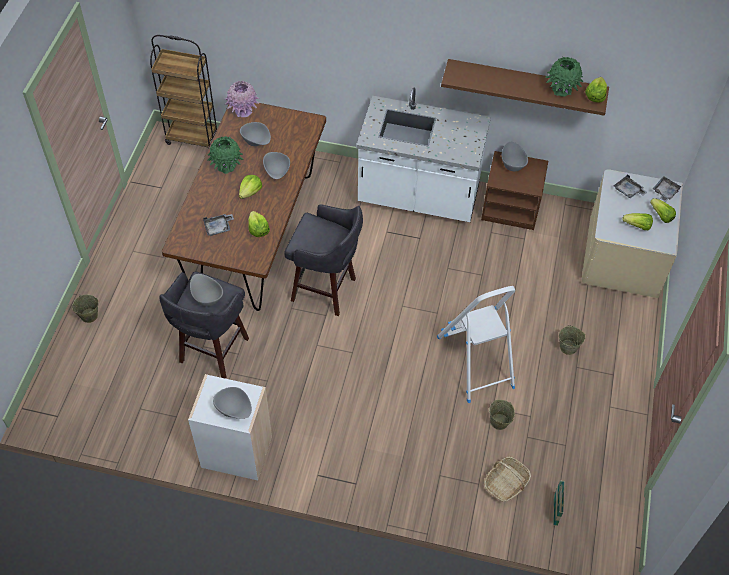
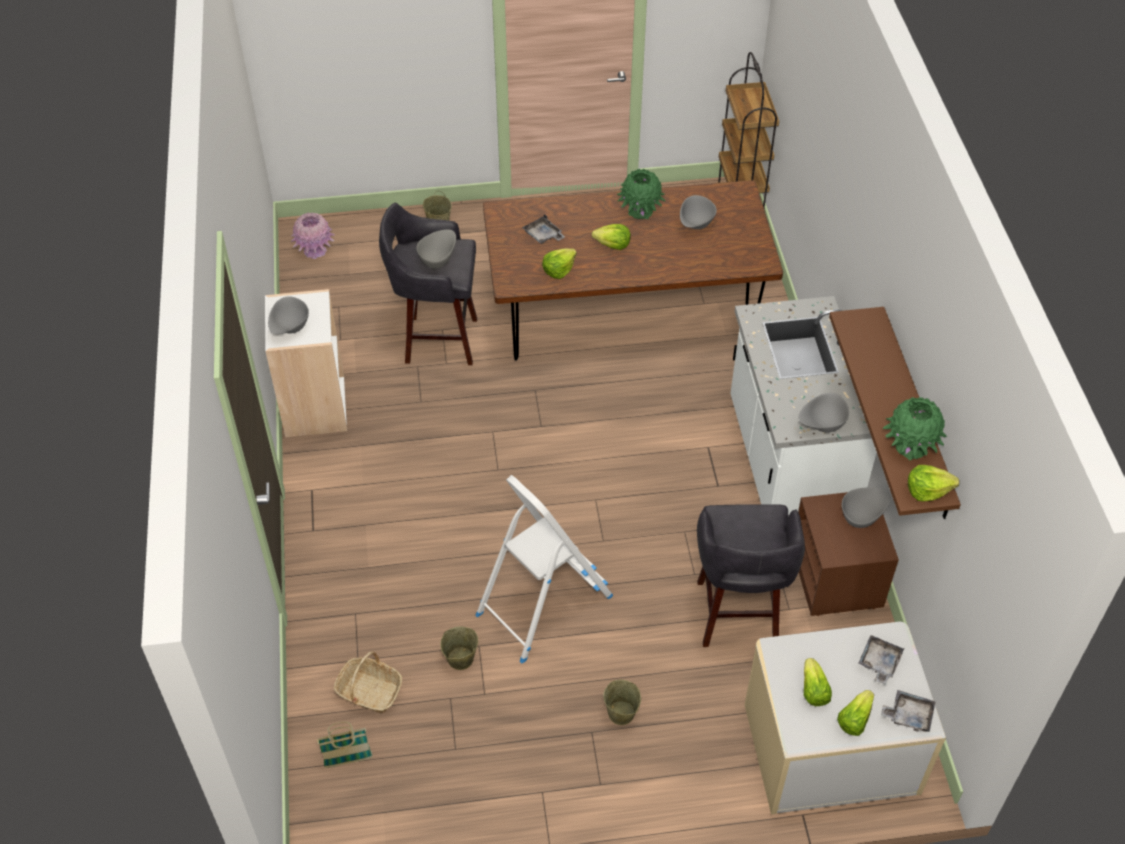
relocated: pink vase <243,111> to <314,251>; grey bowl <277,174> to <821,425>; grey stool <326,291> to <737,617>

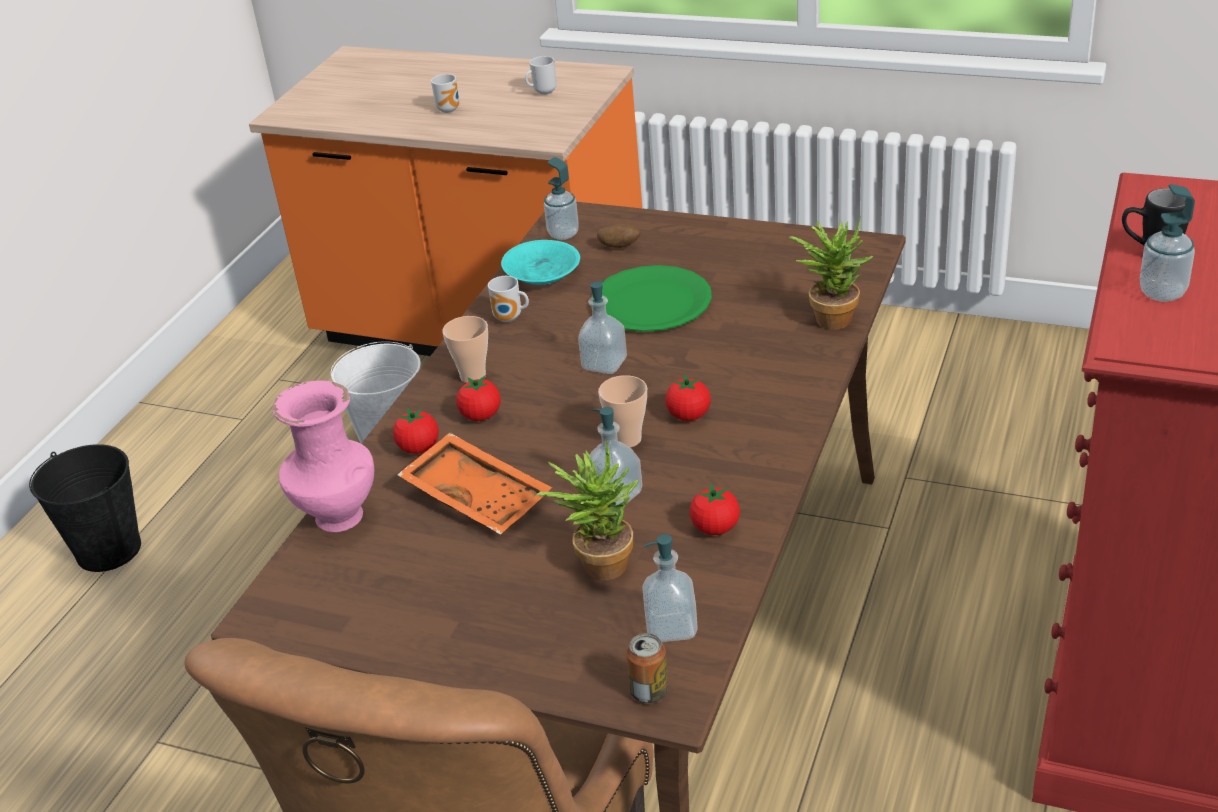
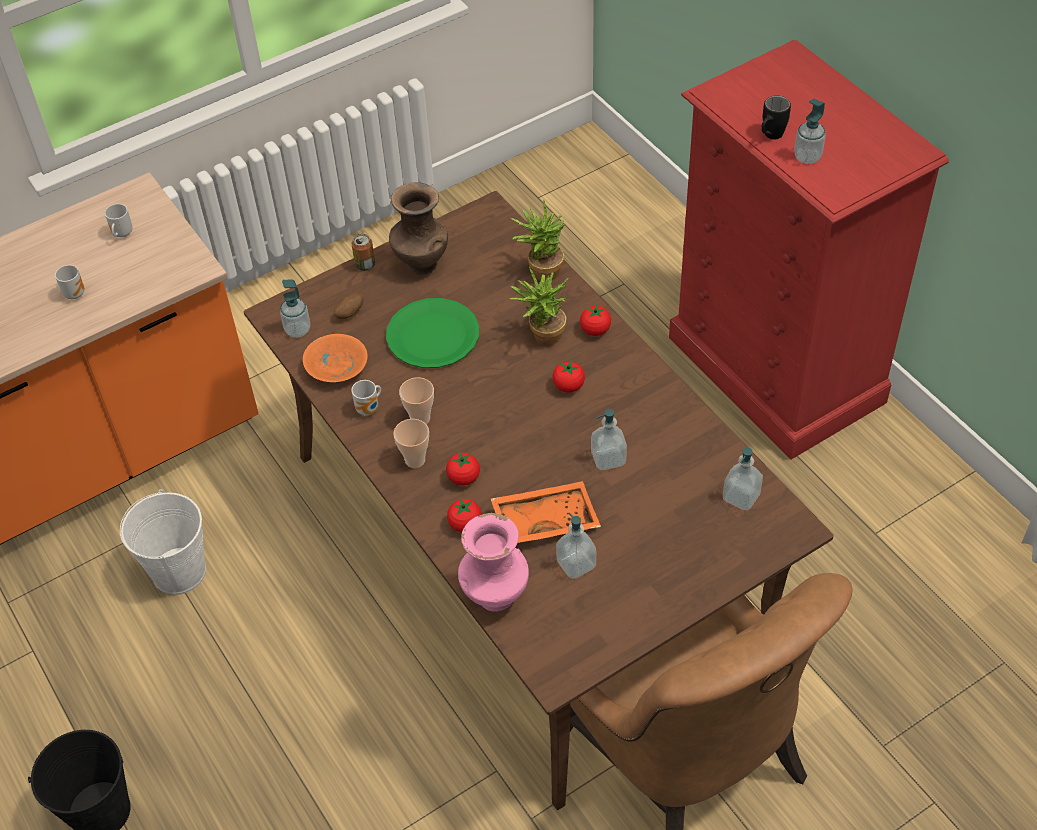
appeared: brown vase <421,264>
relocated: potted plant <598,562> to <542,337>; soap dispenser <604,364> to <576,564>; cup <627,439> to <420,418>; can <649,692> to <365,265>; tomato <715,528> to <595,330>
colour: turquoise bowl <544,274> to orange bowl <336,365>

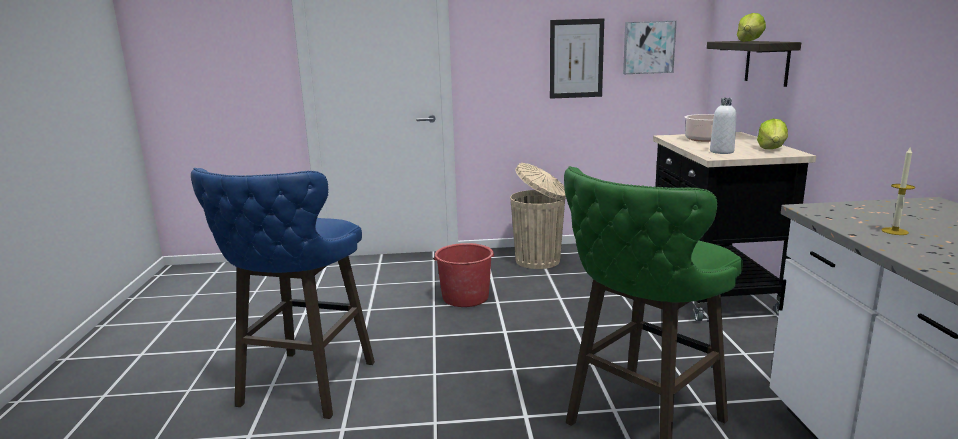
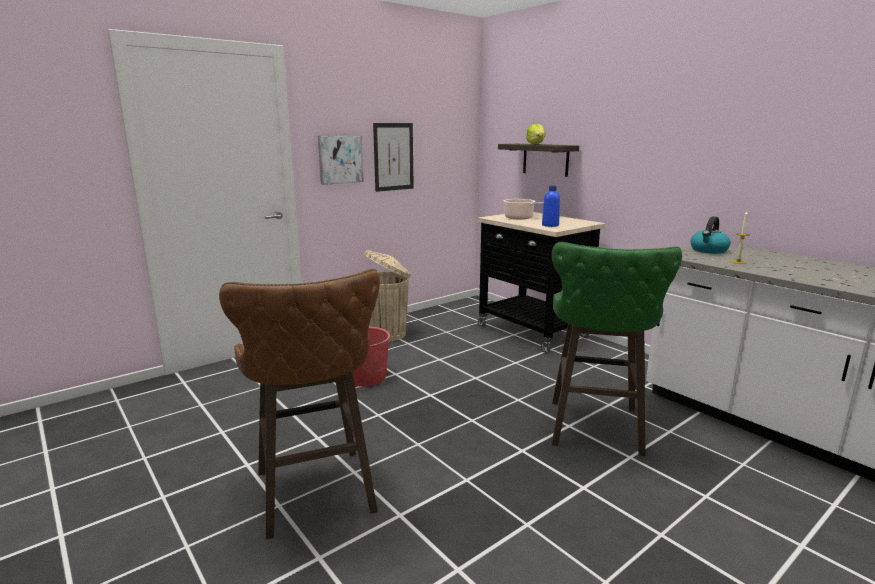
missing: lettuce <771,149>
appeared: kettle <708,250>
relocated: picture <648,47> to <340,159>
colour: blue stool <305,387> to brown stool <316,495>; white bottle <721,152> to blue bottle <550,225>

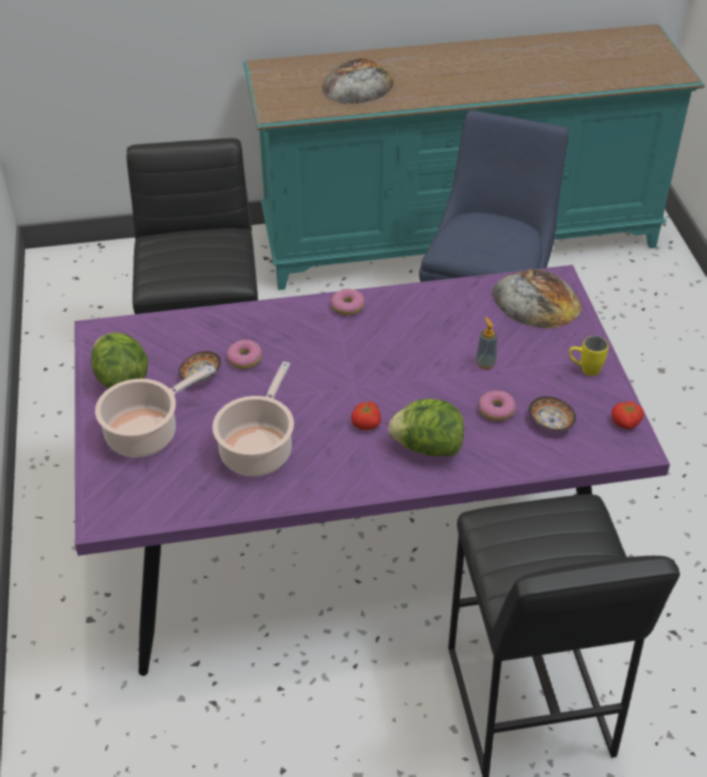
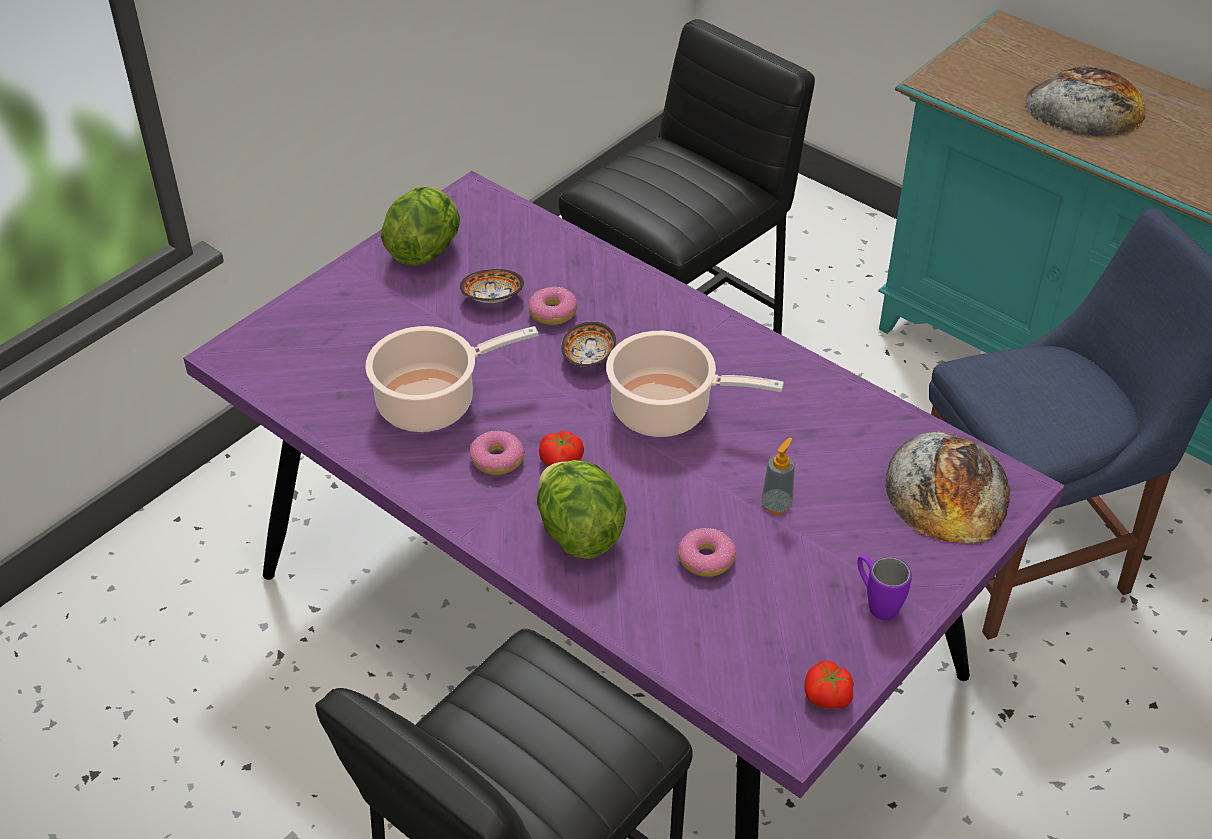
relocated: cooking pot <146,433> to <667,410>; donut <347,307> to <497,460>; bowl <550,422> to <588,357>
colour: yellow mug <584,370> to purple mug <876,603>

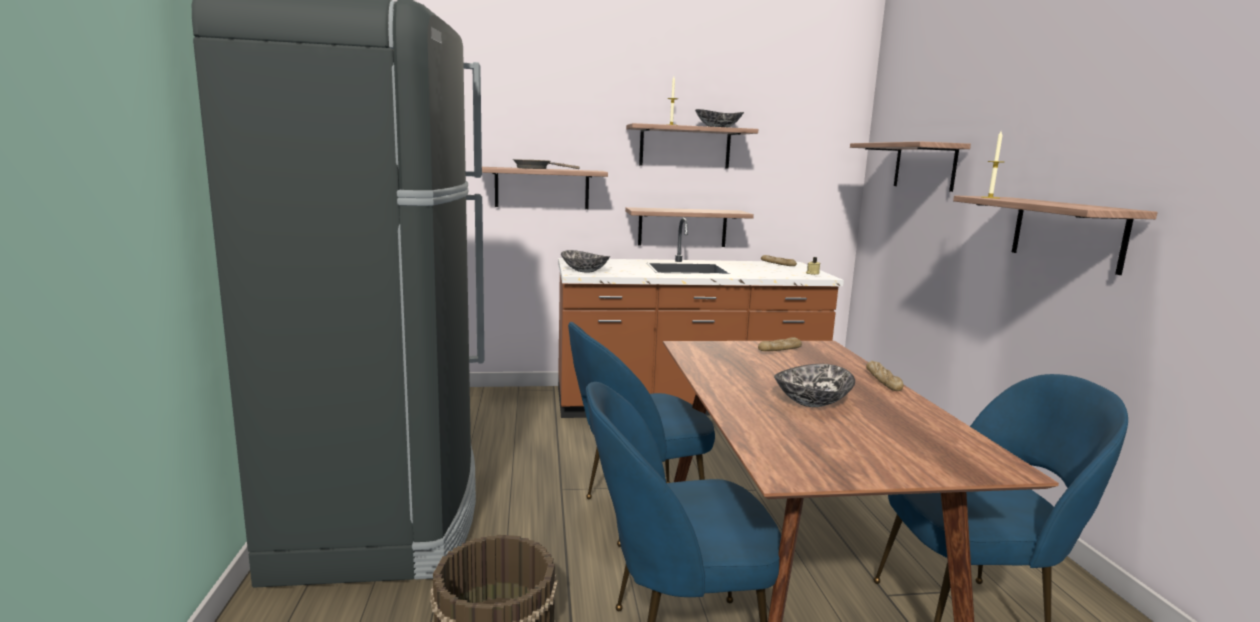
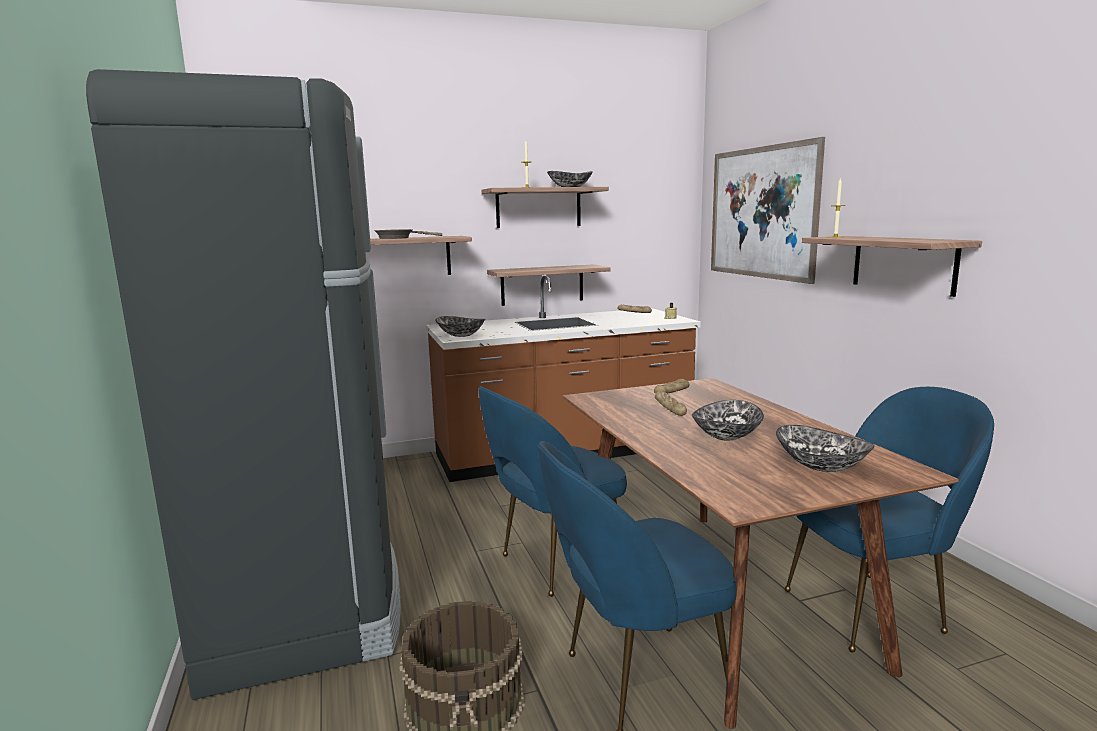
appeared: bowl <820,466>
relocated: bread <883,381> to <670,408>
exchanged: shelf <924,166> to picture <761,212>

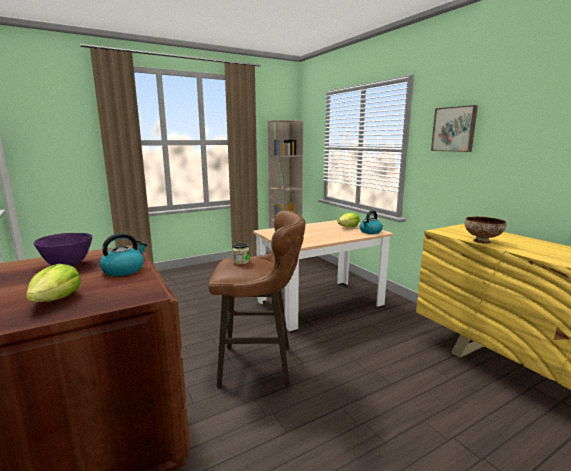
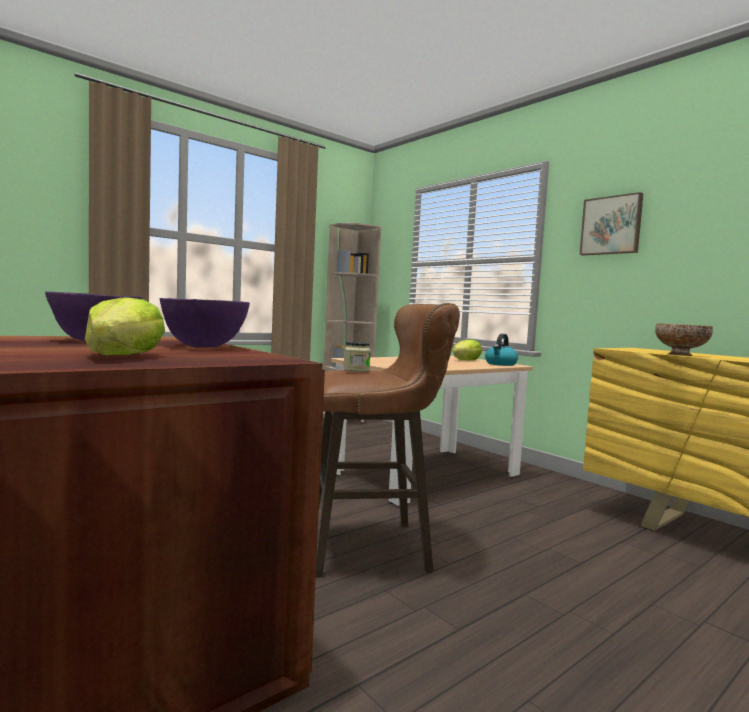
exchanged: kettle <124,270> to purple bowl <203,347>

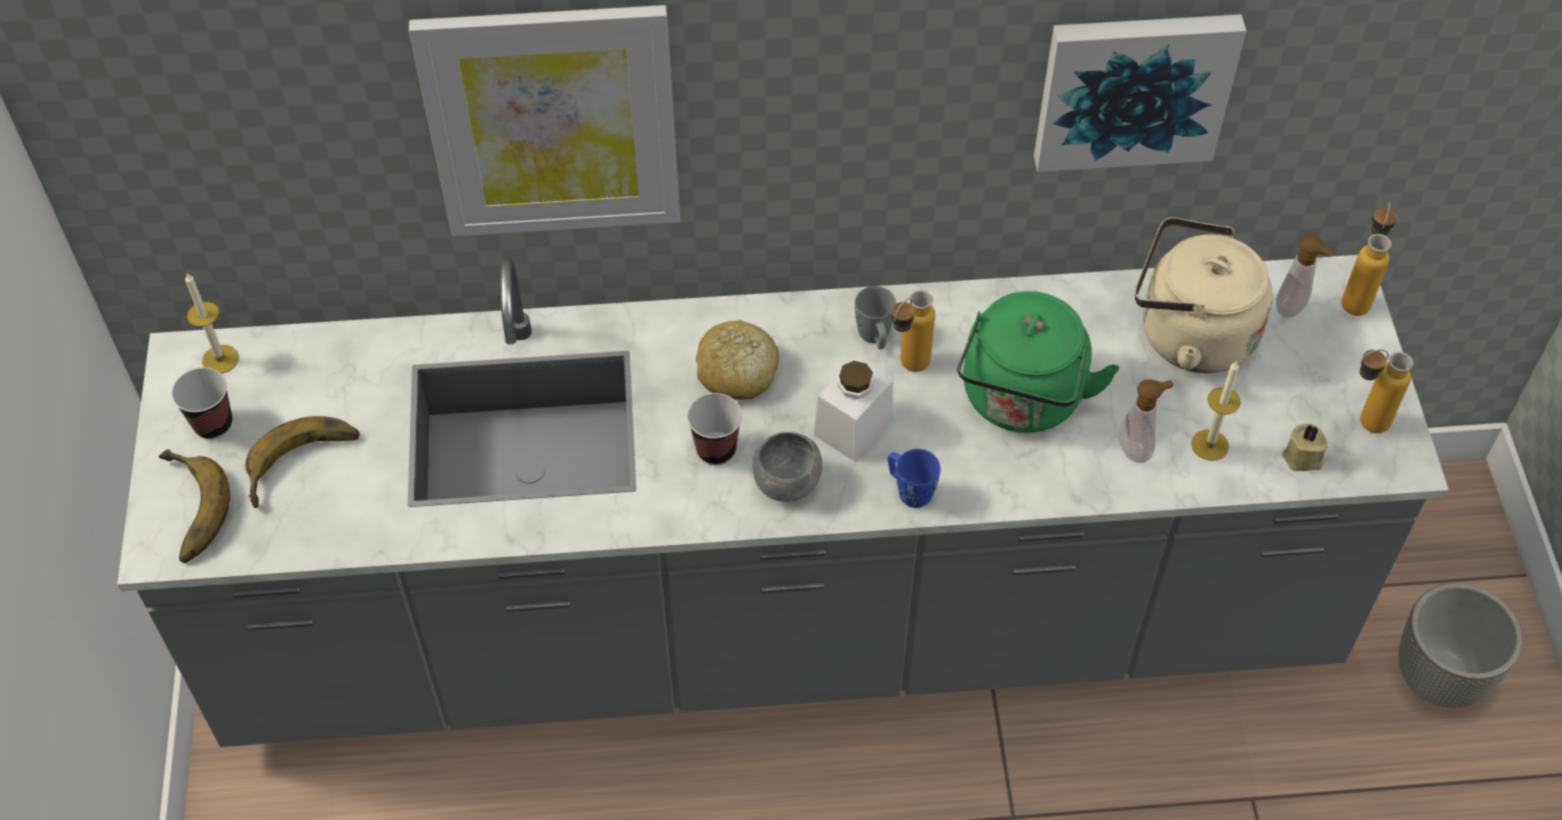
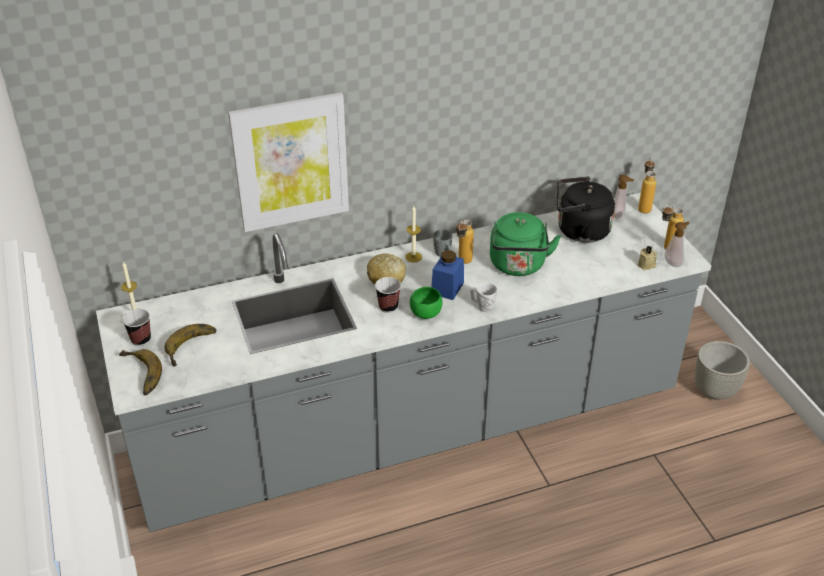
missing: picture <1133,87>
relocated: soap dispenser <1137,449> to <674,263>; candle <1209,445> to <413,257>
colour: grey bowl <787,483> to green bowl <425,313>; white jar <853,427> to blue jar <447,288>; blue mug <909,490> to white mug <482,306>; beige kettle <1188,334> to black kettle <579,231>

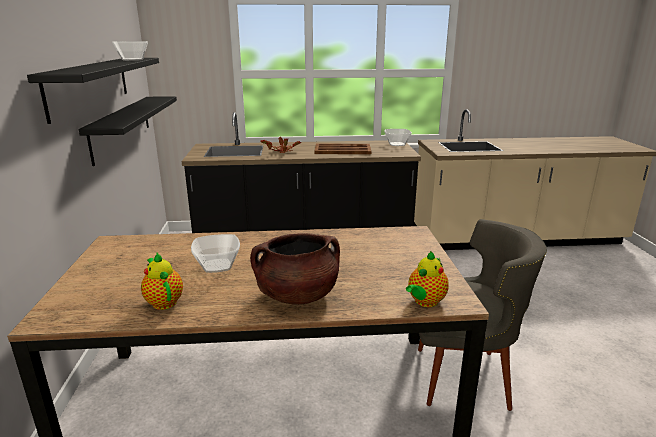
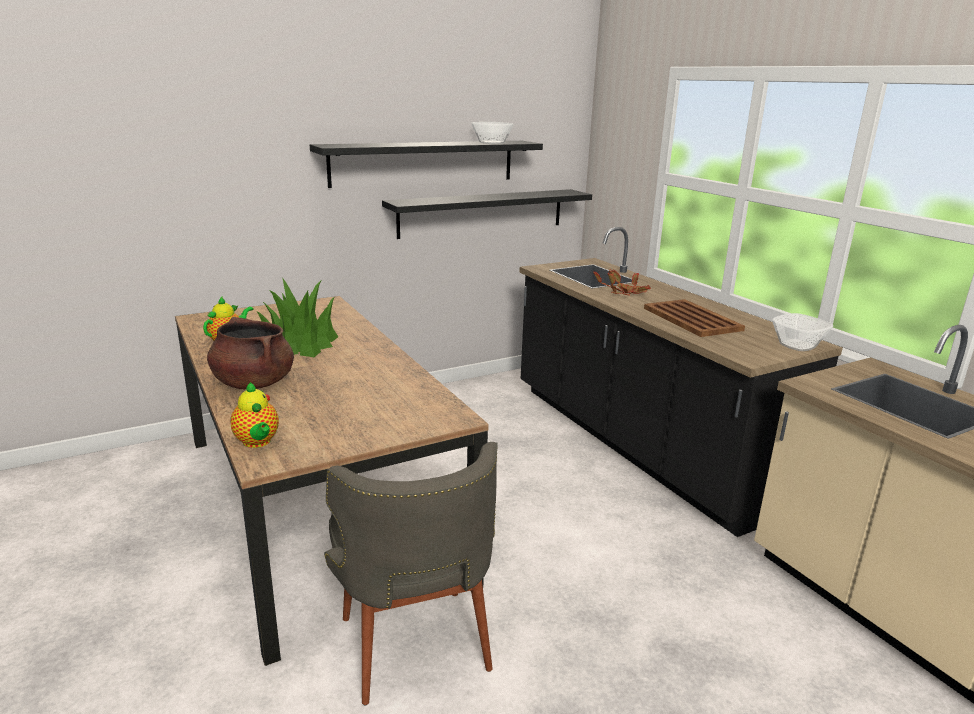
exchanged: bowl <217,266> to potted plant <300,343>
spun: teapot <425,302> = <257,442> 135 degrees counterclockwise

